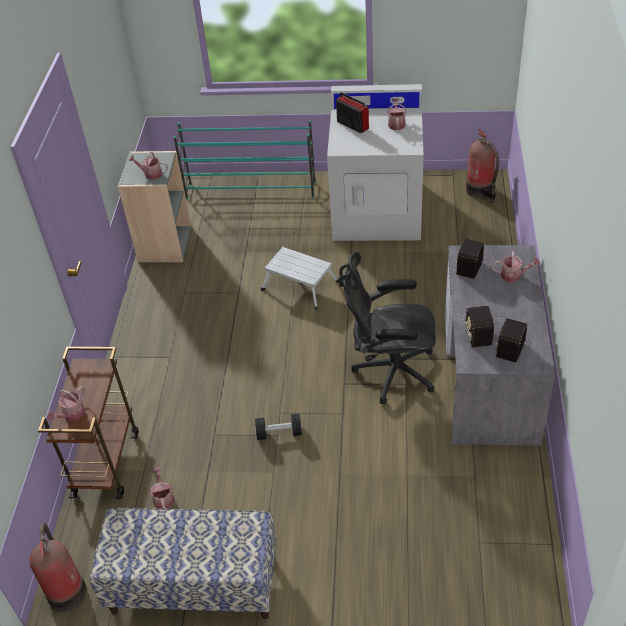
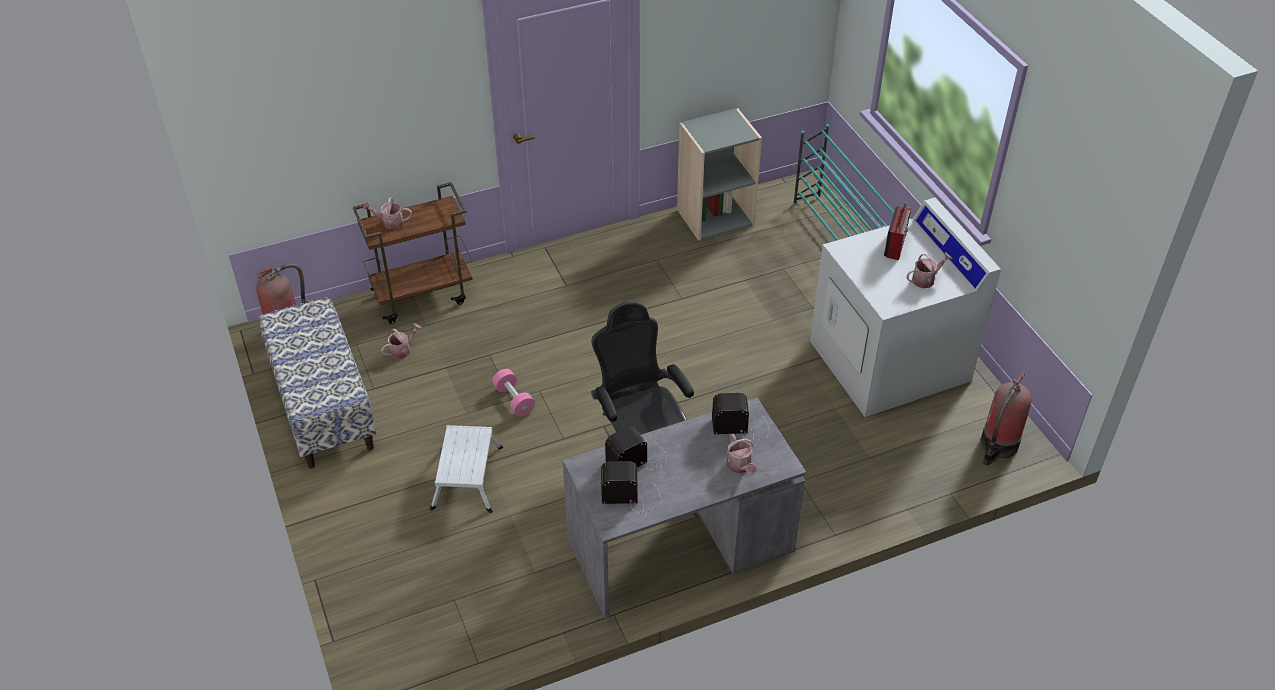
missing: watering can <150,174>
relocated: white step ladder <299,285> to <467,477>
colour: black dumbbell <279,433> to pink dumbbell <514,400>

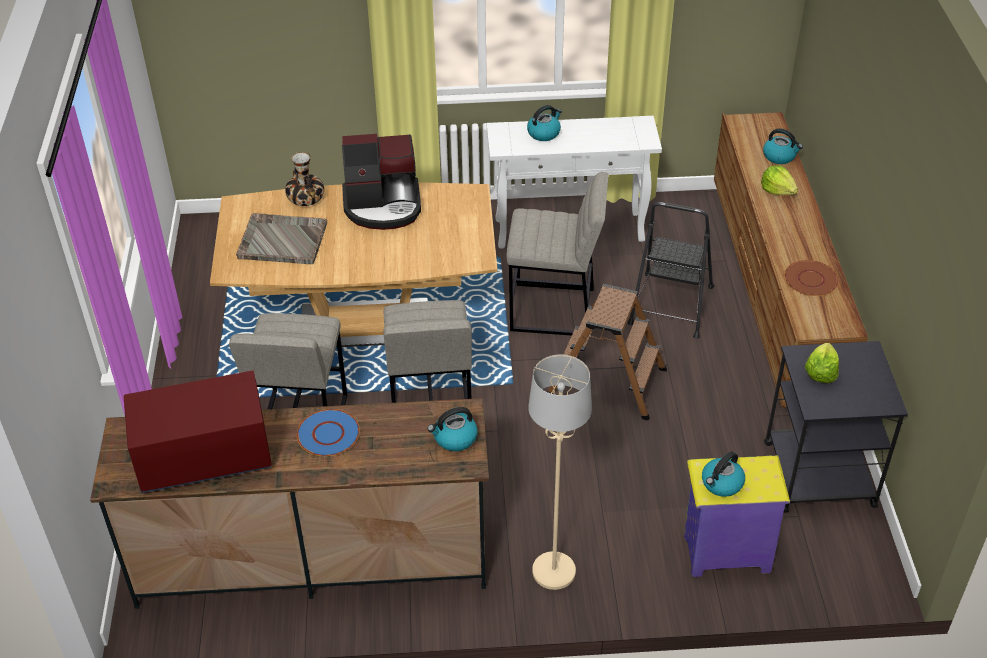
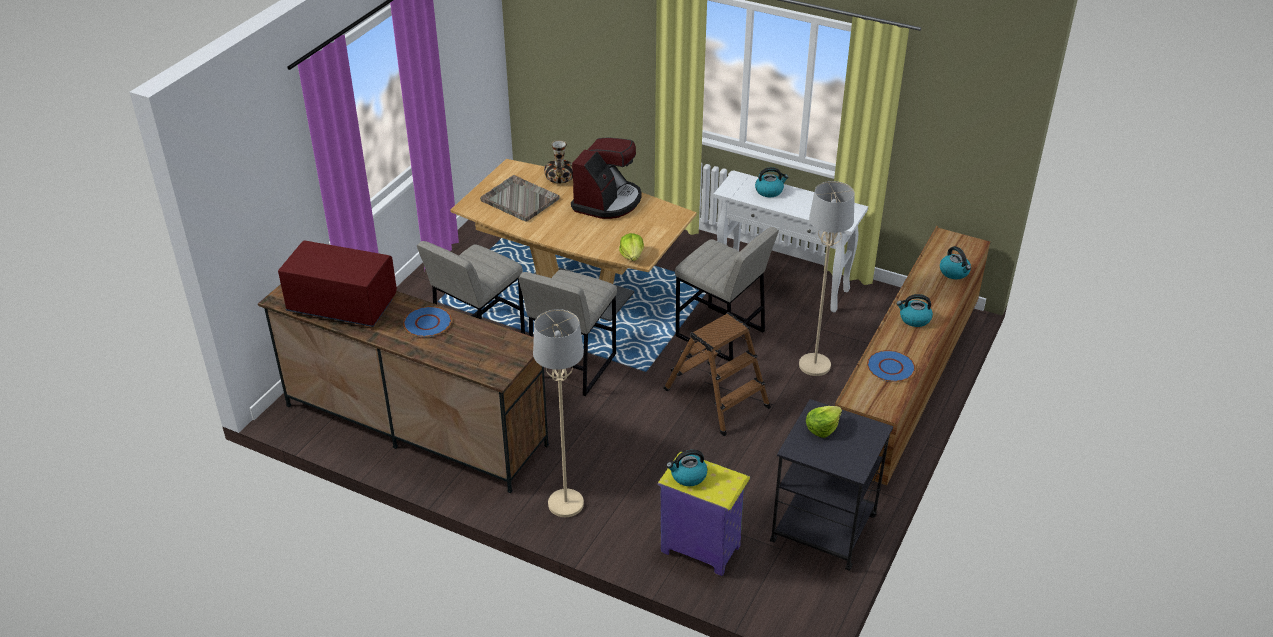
relocated: kettle <454,438> to <914,319>; lettuce <777,190> to <632,255>
exchanged: black step ladder <670,306> to beige floor lamp <814,365>
colour: brown plate <810,280> to blue plate <890,367>
spun: coffee machine <383,206> = <607,201> 90 degrees counterclockwise

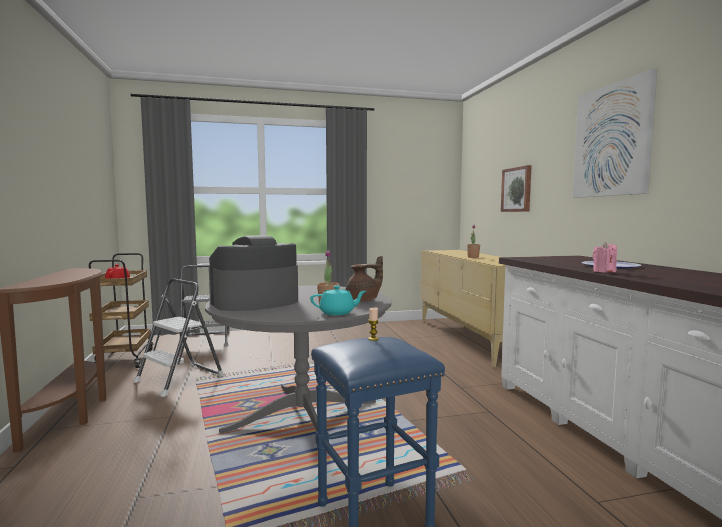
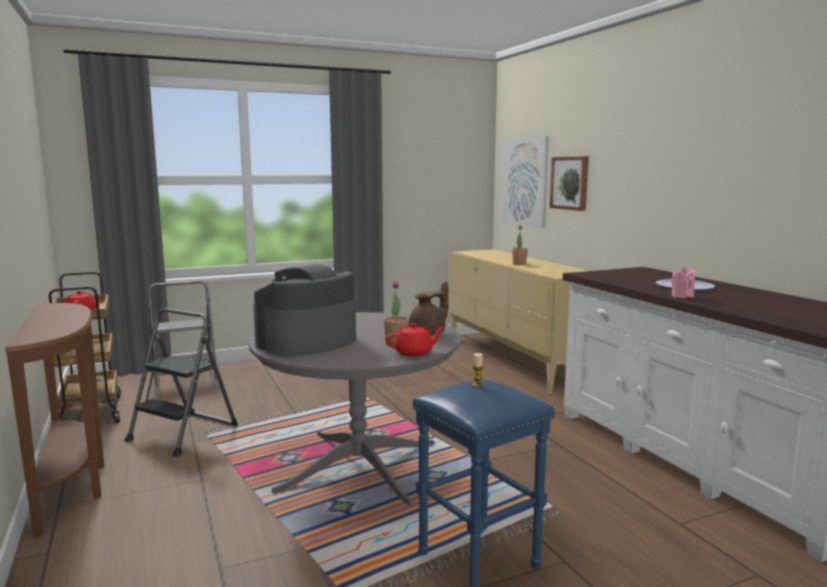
relocated: picture <611,140> to <525,181>
colour: white step ladder <183,378> to black step ladder <186,431>; turquoise teapot <337,313> to red teapot <414,353>

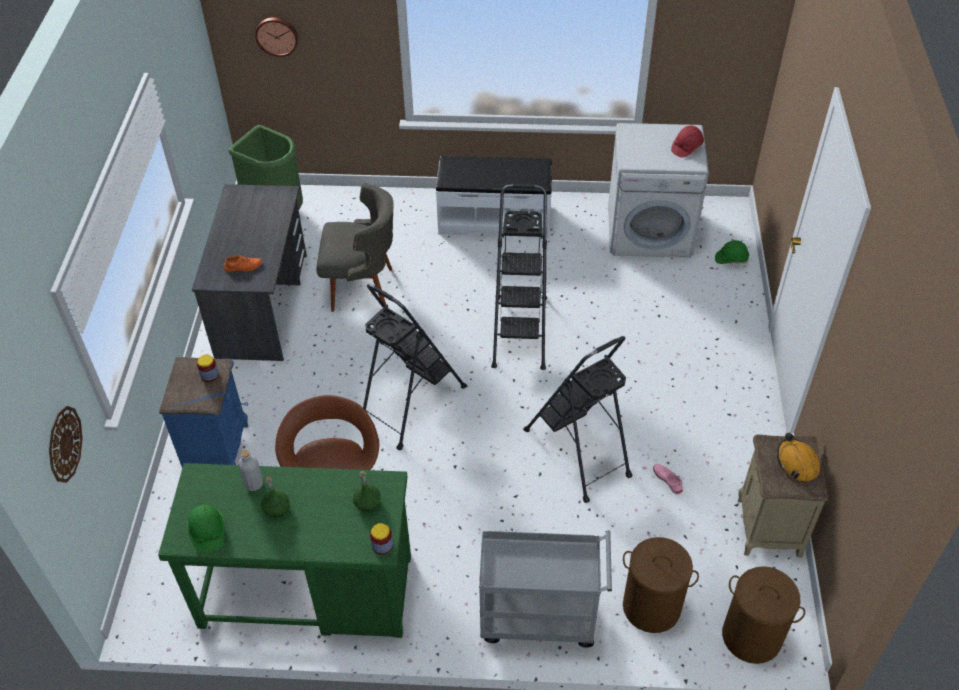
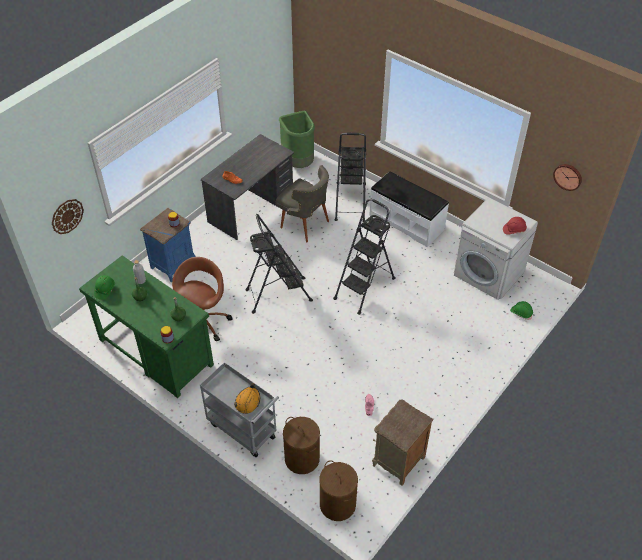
relocated: wall clock <277,35> to <568,176>; step ladder <577,453> to <350,202>; orange hard hat <797,463> to <248,401>

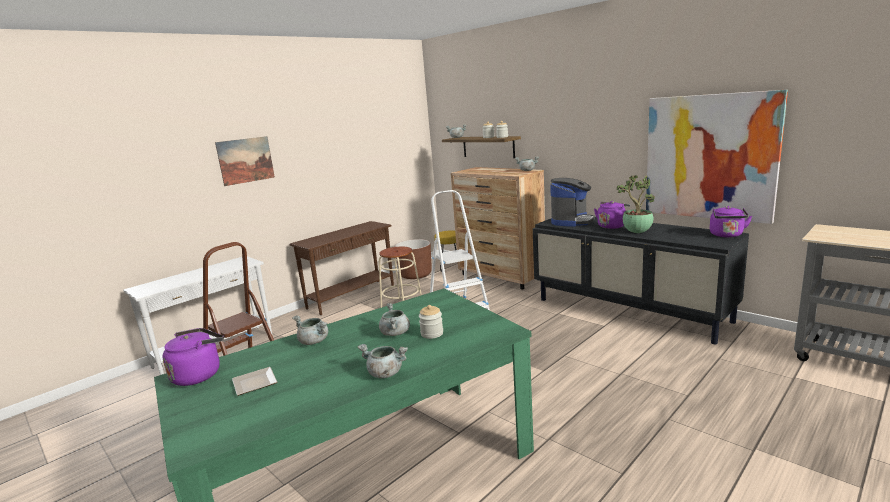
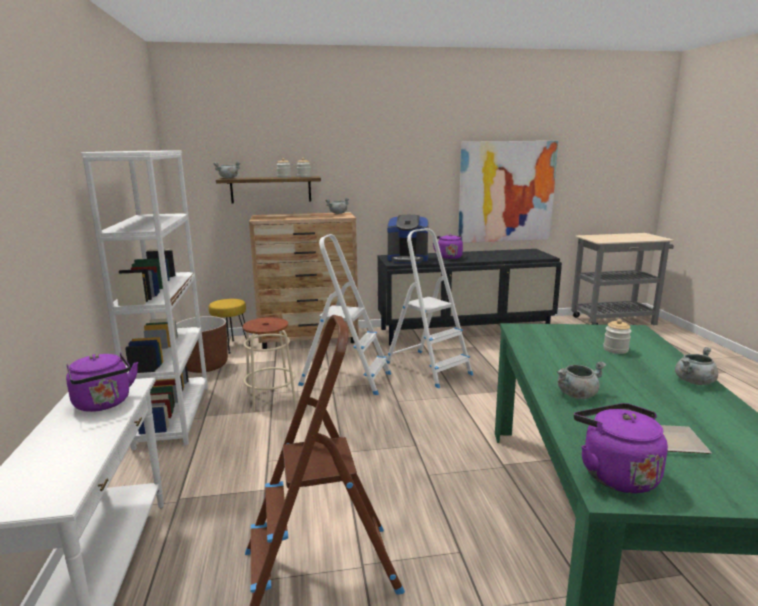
missing: picture <245,160>; grey cooking pot <395,333>; potted plant <636,232>
appeared: white step ladder <428,368>
relocated: purple kettle <727,235> to <104,404>
exchanged: brown console table <351,297> to white bookcase <174,415>
spun: coffee machine <572,221> = <408,259> 120 degrees clockwise

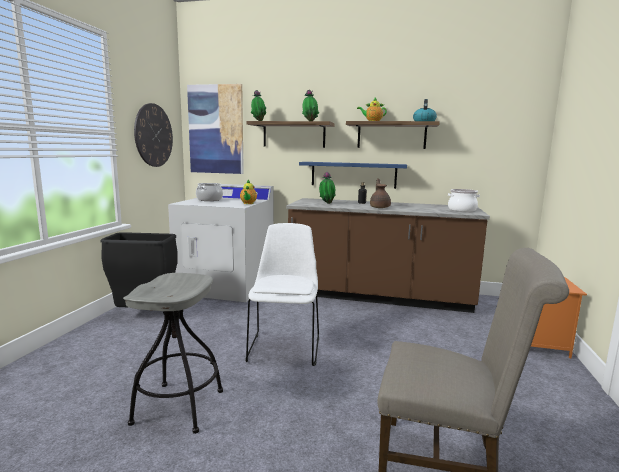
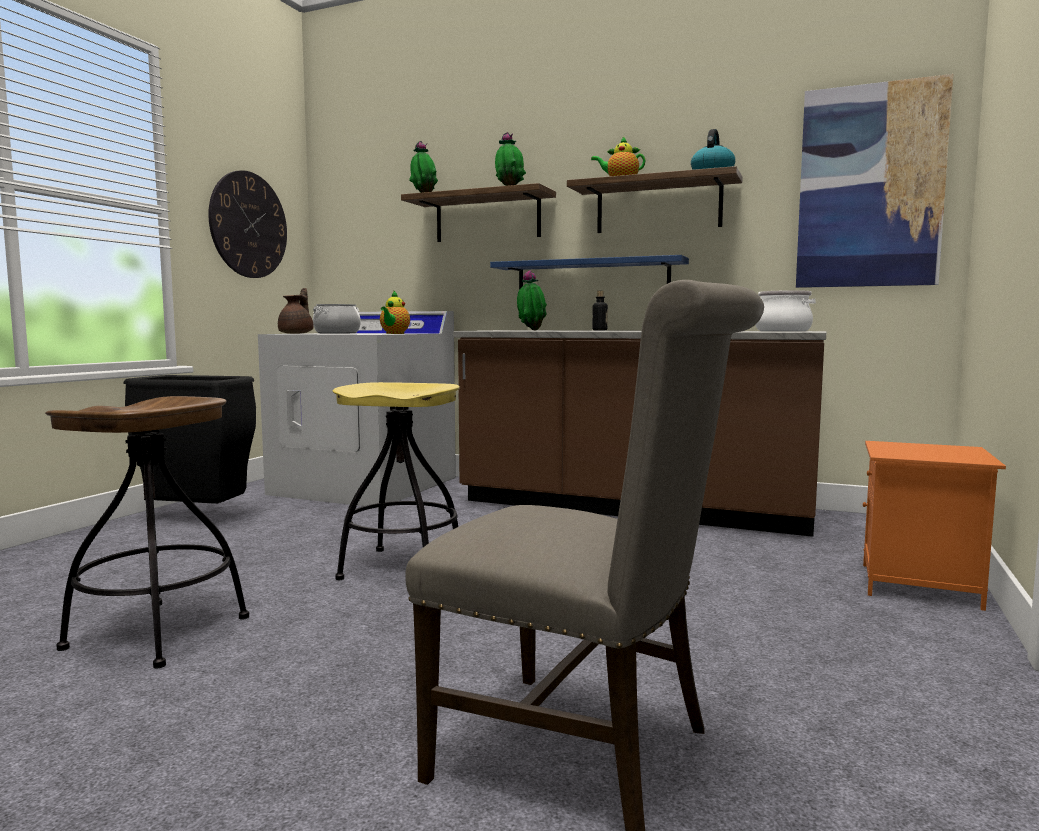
relocated: picture <216,129> to <870,187>; brown teapot <380,207> to <297,333>
exchanged: white chair <284,347> to yellow stool <403,567>
colour: grey stool <178,406> to brown stool <157,632>

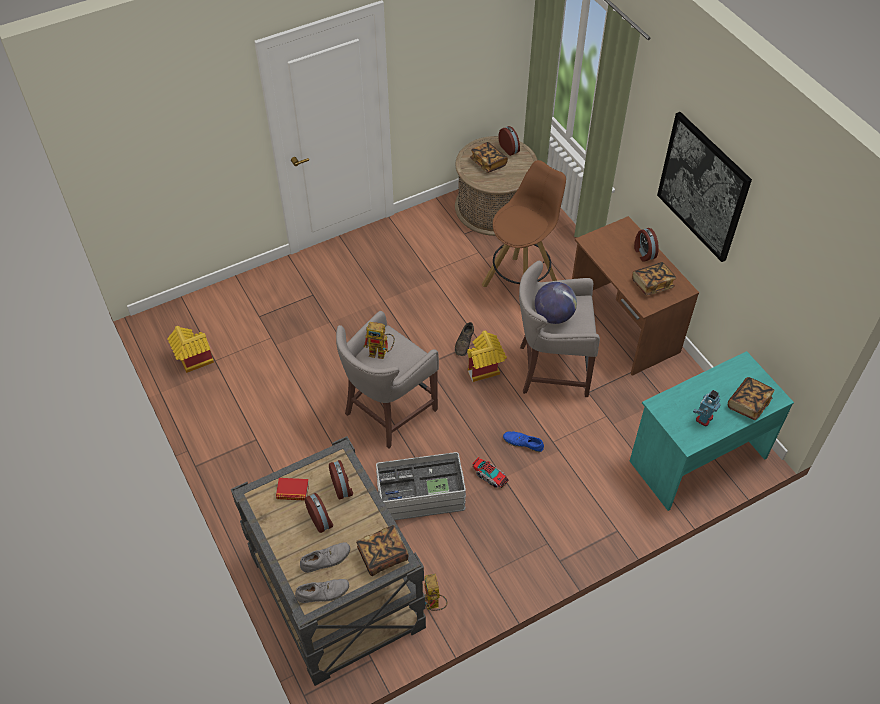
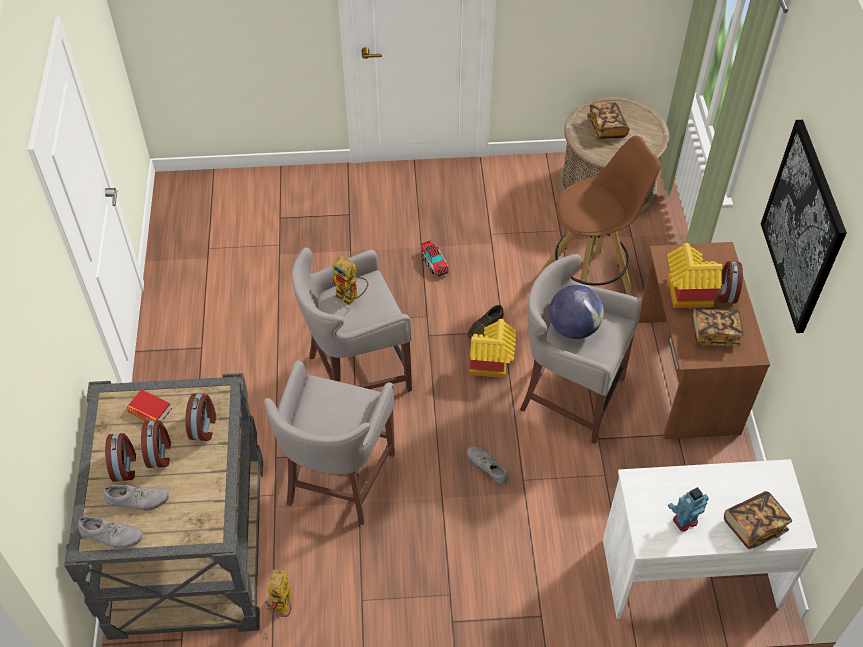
missing: book <382,555>
relocated: toy house <192,361> to <684,295>; toy truck <490,476> to <434,263>; alarm clock <509,148> to <125,466>
exchanged: grey storage box <420,496> to grey stool <337,480>
colour: blue shoe <523,443> to grey shoe <487,467>; turquoise desk <696,458> to white desk <688,571>

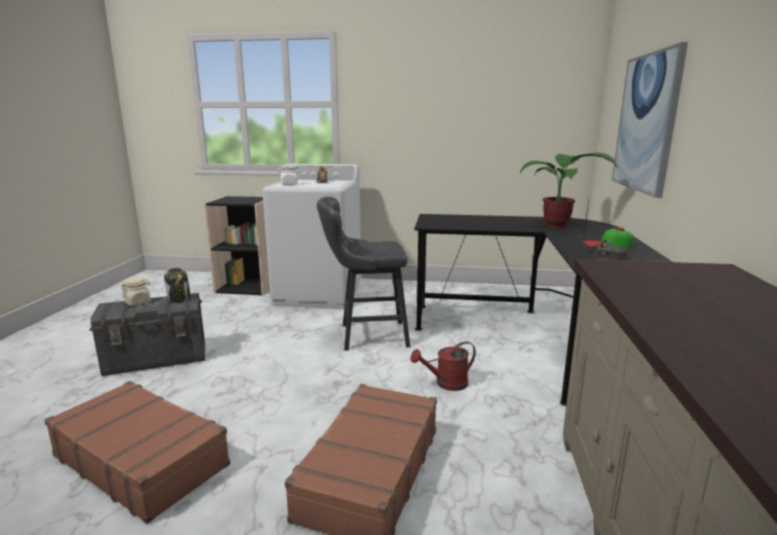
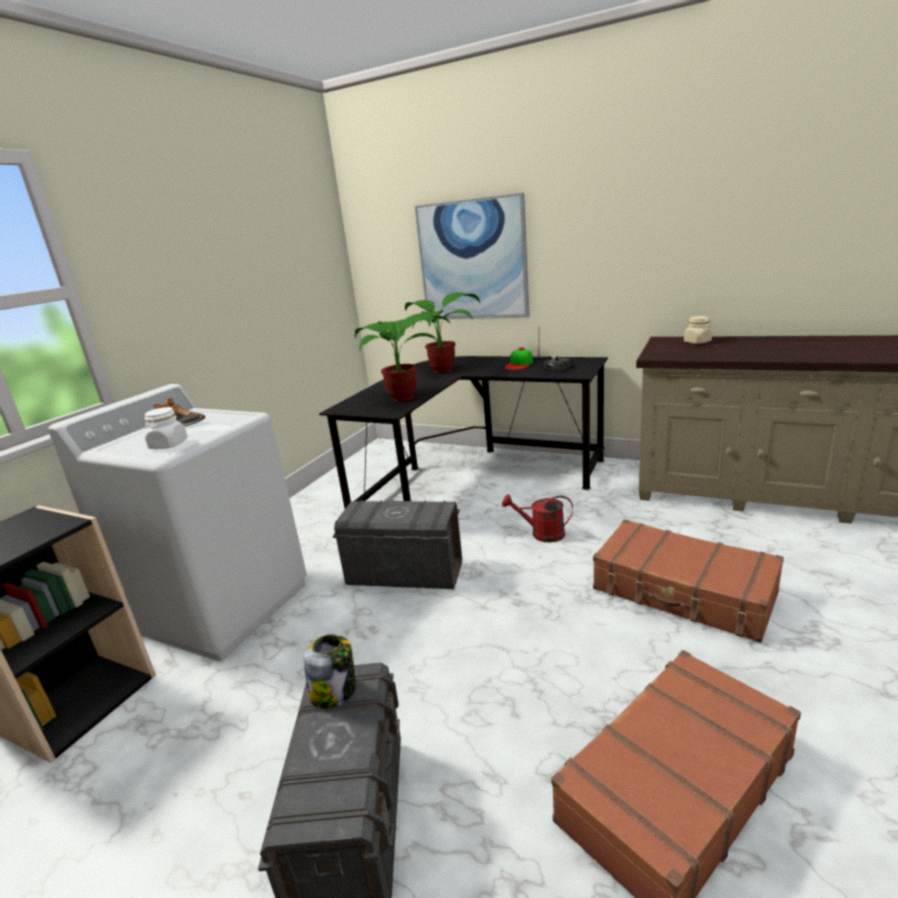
appeared: potted plant <404,399>
relocated: beige jar <138,302> to <697,342>
exchanged: grey stool <364,335> to grey storage box <404,573>
spun: red watering can <446,384> = <541,534> 105 degrees clockwise

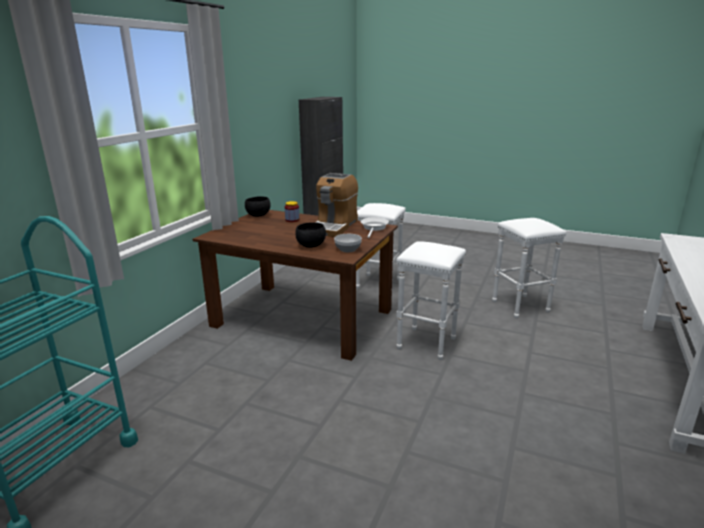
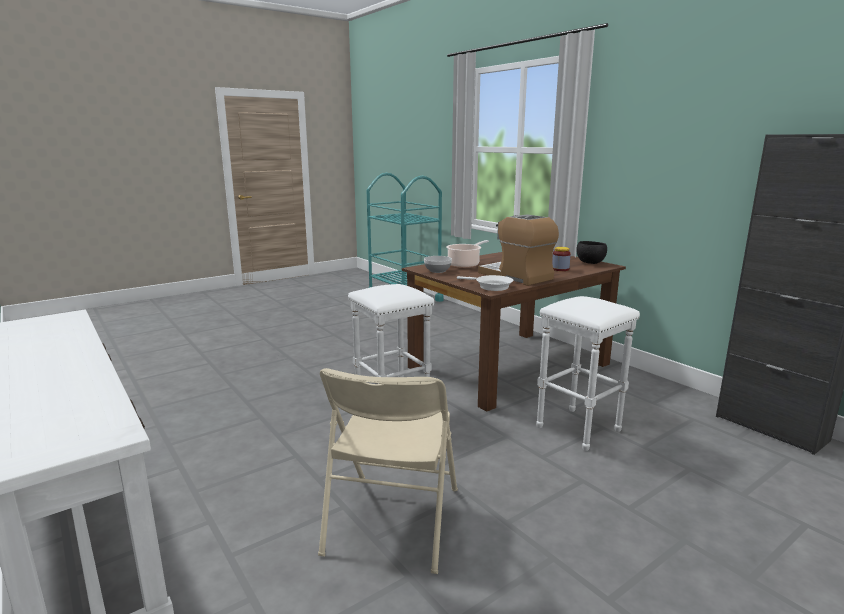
exchanged: black bowl <311,246> to cooking pot <465,265>; white stool <521,306> to beige chair <393,520>

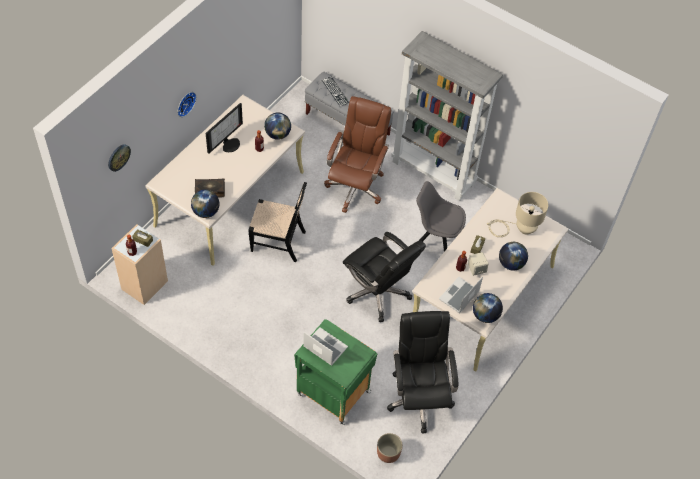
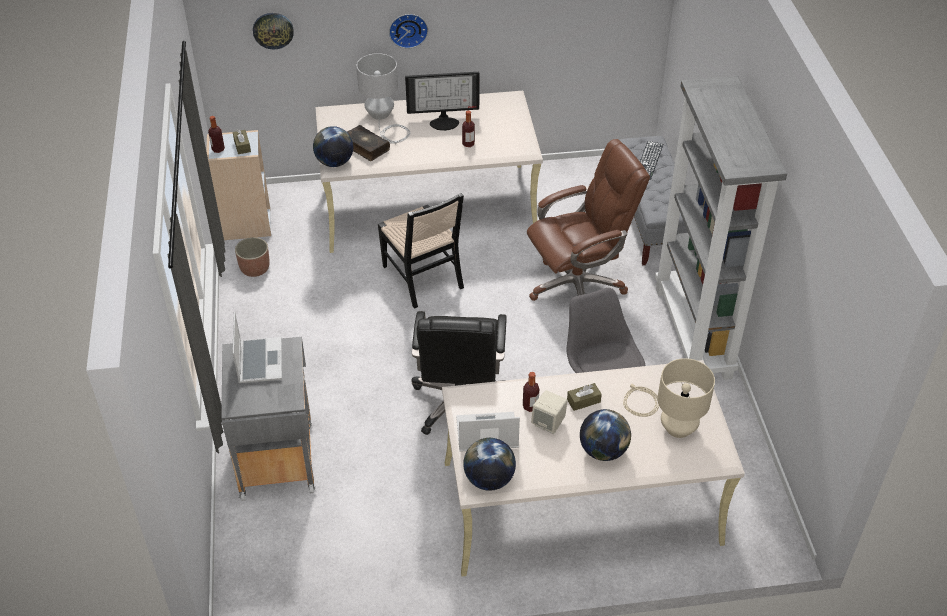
missing: globe <278,134>; black office chair <419,397>
appeared: white table lamp <385,121>
relocated: planter <388,454> to <254,269>
colour: green cart <332,392> to grey cart <277,459>

